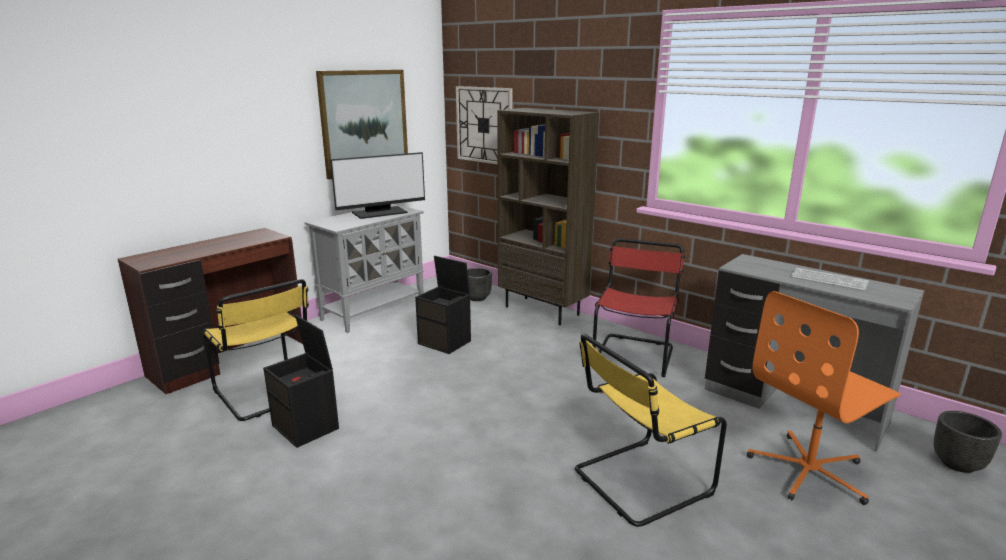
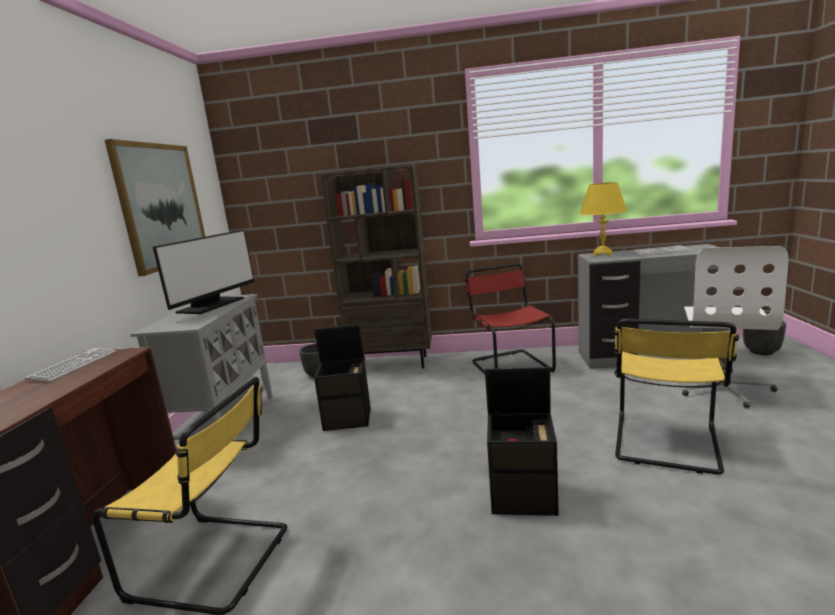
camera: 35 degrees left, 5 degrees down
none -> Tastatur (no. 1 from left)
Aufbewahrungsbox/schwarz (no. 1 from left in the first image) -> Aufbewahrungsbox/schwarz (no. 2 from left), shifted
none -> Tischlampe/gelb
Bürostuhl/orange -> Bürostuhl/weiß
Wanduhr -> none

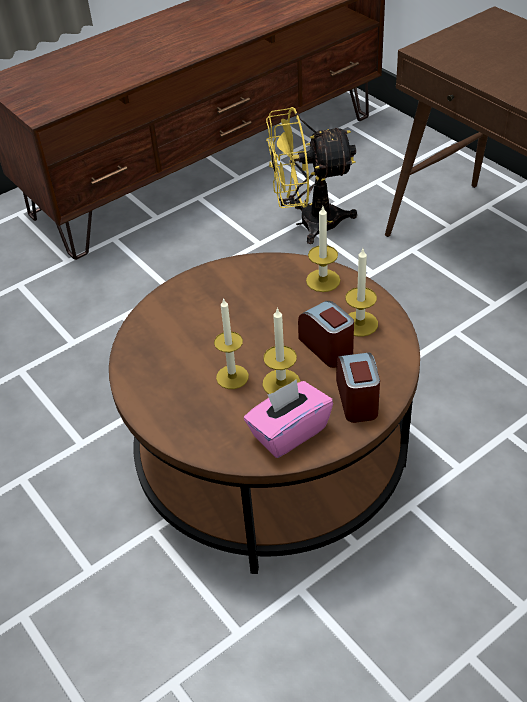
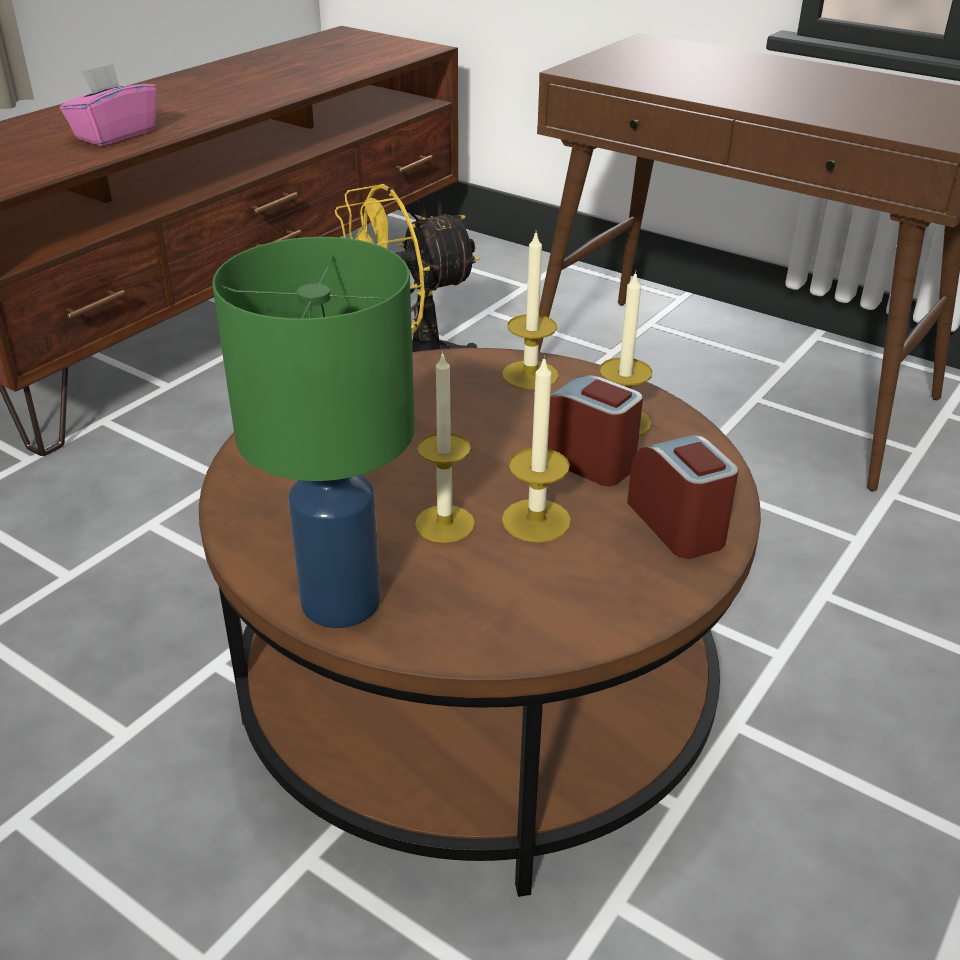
camera: 20 degrees left, 10 degrees down
Taschentuchbox/rosa, shifted
none -> Tischlampe/grün

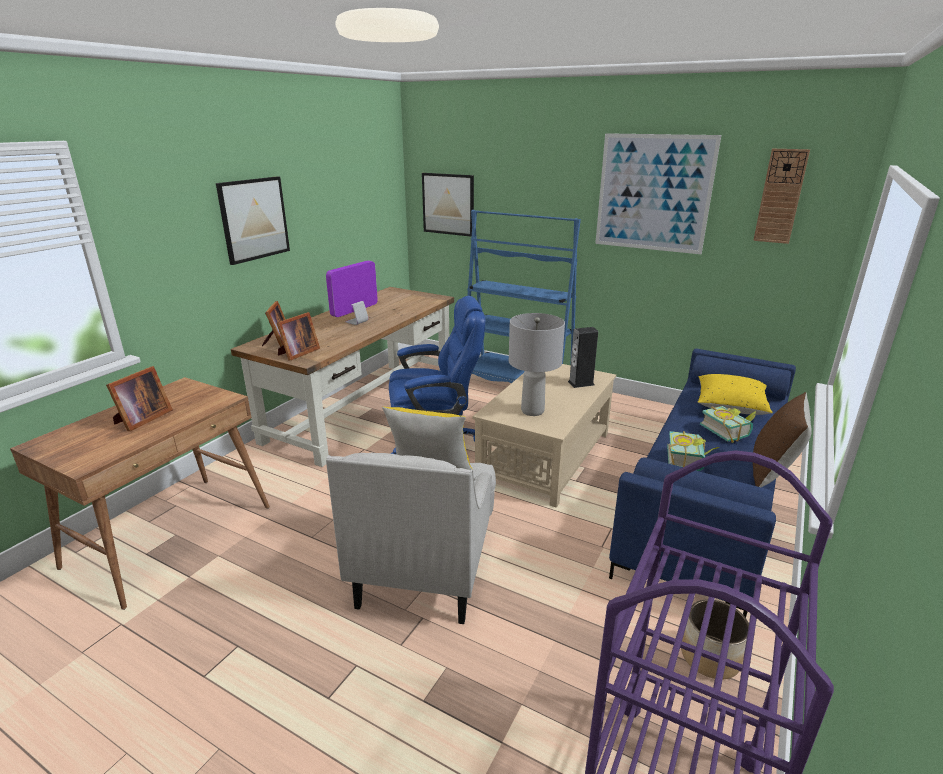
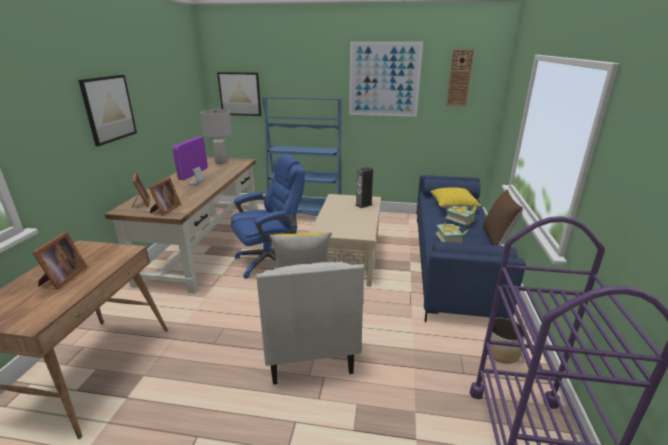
camera: 20 degrees left, 0 degrees up
Tischlampe/grau, shifted

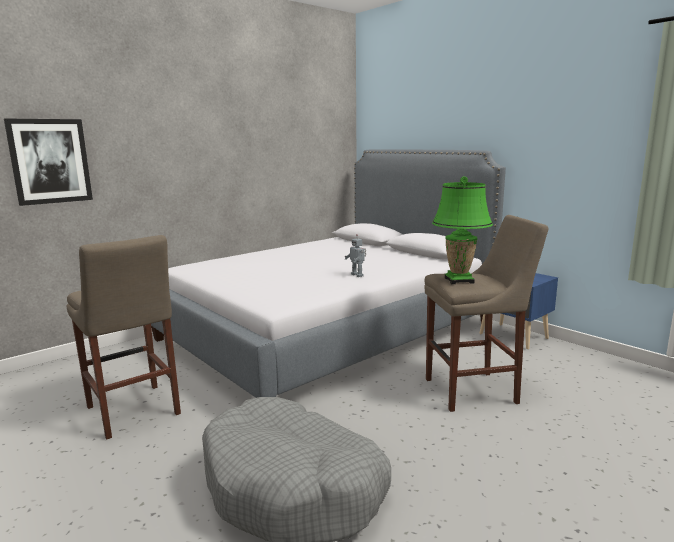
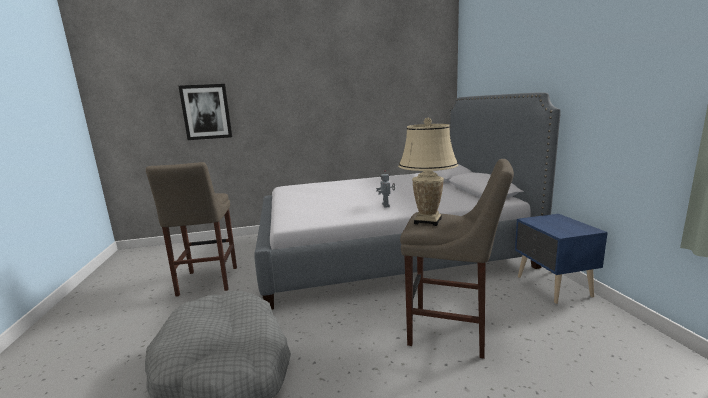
camera: 30 degrees right, 0 degrees up
Tischlampe/grün -> Tischlampe/beige

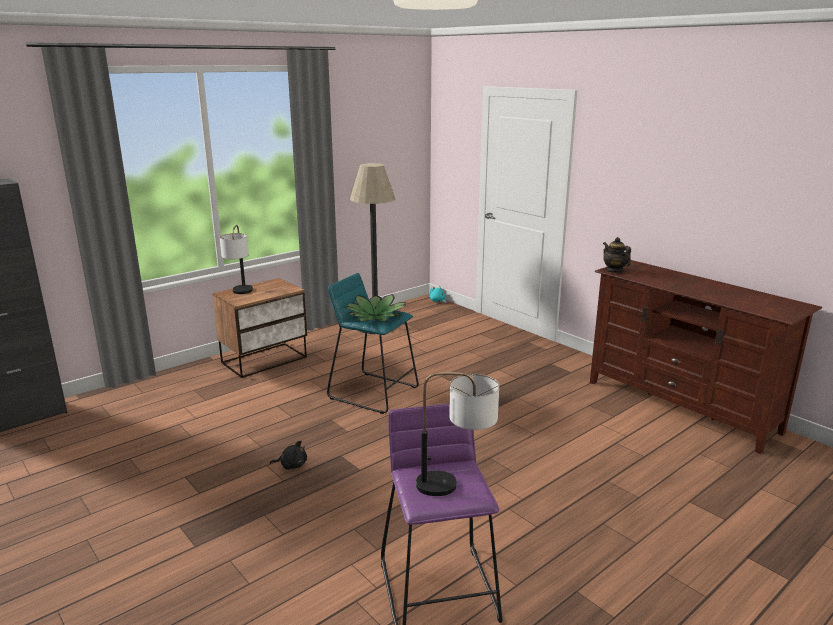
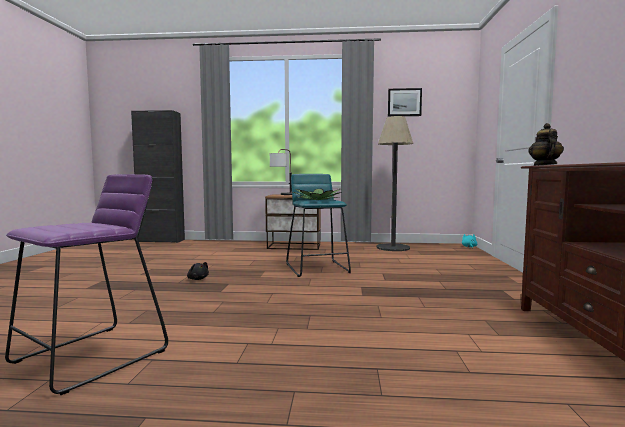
camera: 45 degrees right, 15 degrees down
none -> Bild
Tischlampe (no. 2 from left) -> none

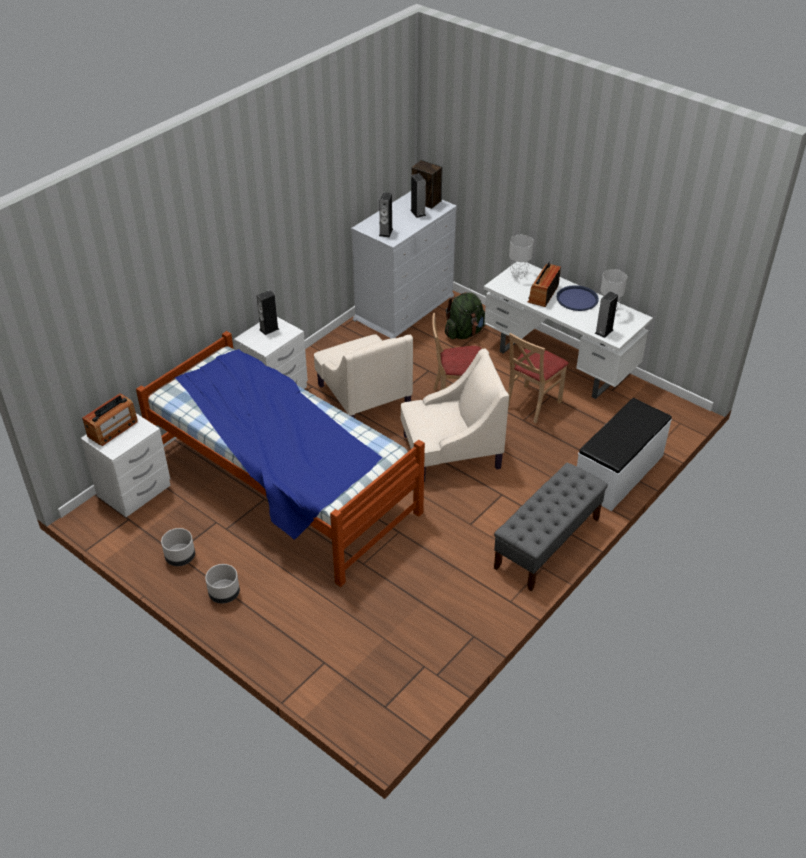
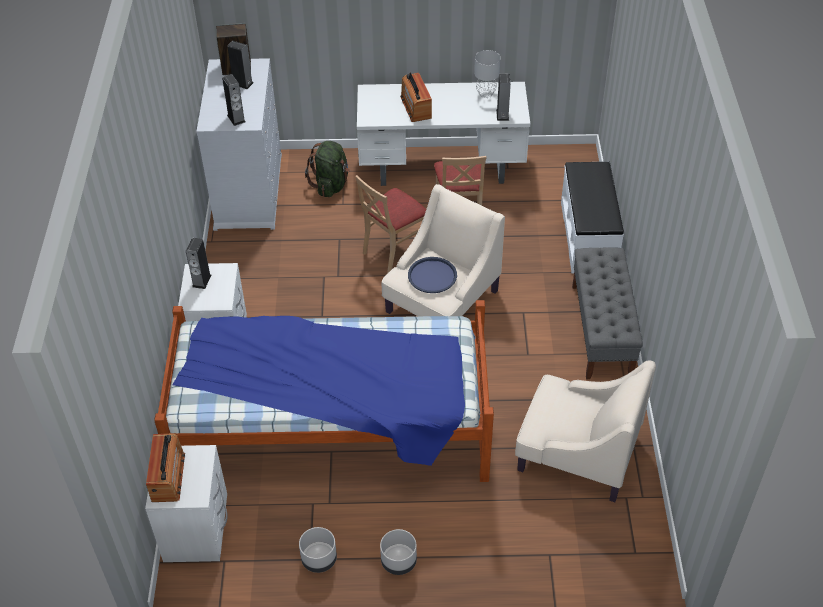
camera: 40 degrees left, 5 degrees up
Tablett/blau, shifted
Sessel/beige (no. 1 from left in the first image) -> Sessel/beige (no. 2 from left), shifted
Tischlampe/grau (no. 1 from left) -> none

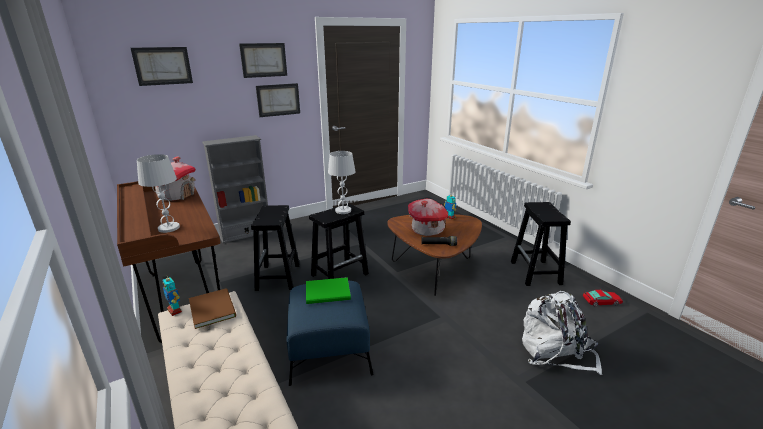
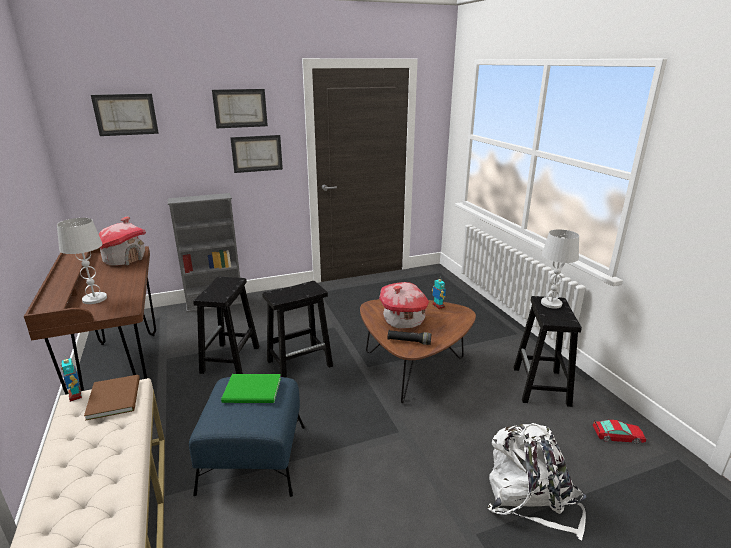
camera: 10 degrees right, 0 degrees up
Tischlampe/weiß (no. 2 from left), shifted

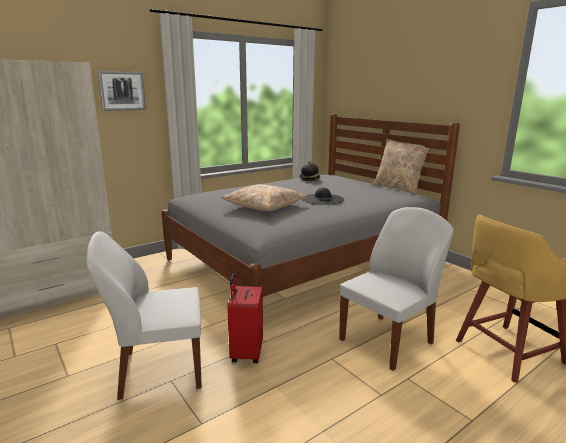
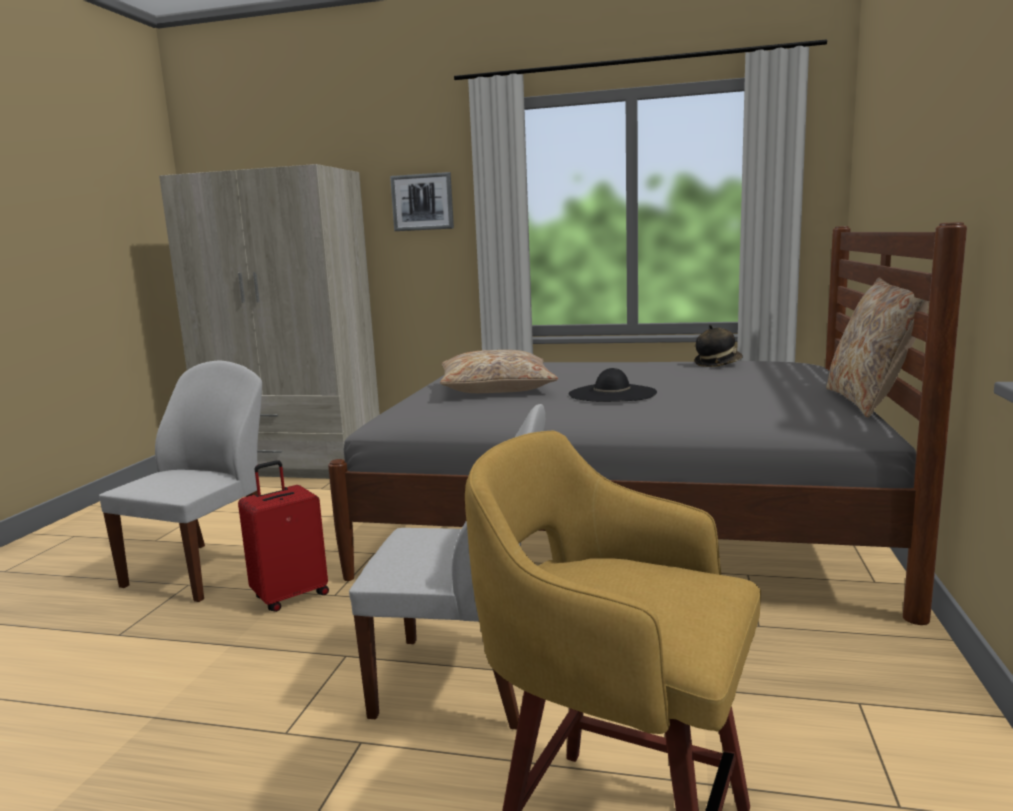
camera: 50 degrees right, 5 degrees down
Stuhl/weiß (no. 1 from left), 75 degrees clockwise

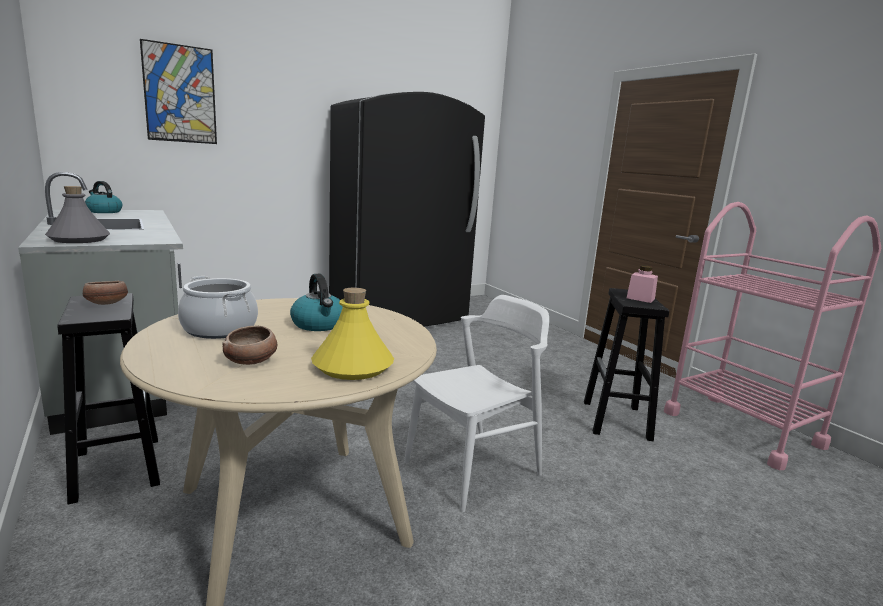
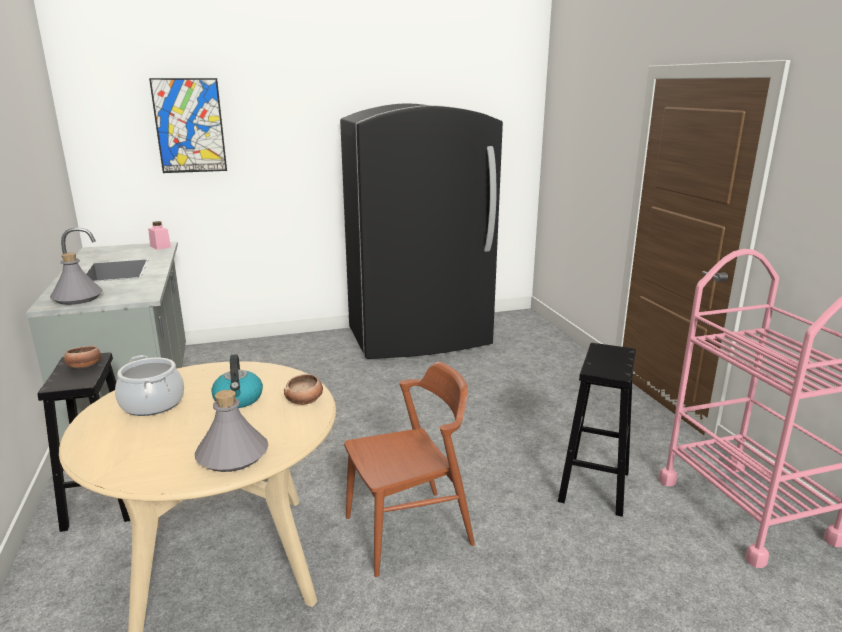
camera: 15 degrees right, 5 degrees up
Vorratsglas/rosa, shifted
Flasche/gelb -> Flasche/grau (no. 2 from left)
Schüssel (no. 2 from left), shifted
Stuhl/weiß -> Stuhl/braun
Wasserkessel (no. 1 from left) -> none

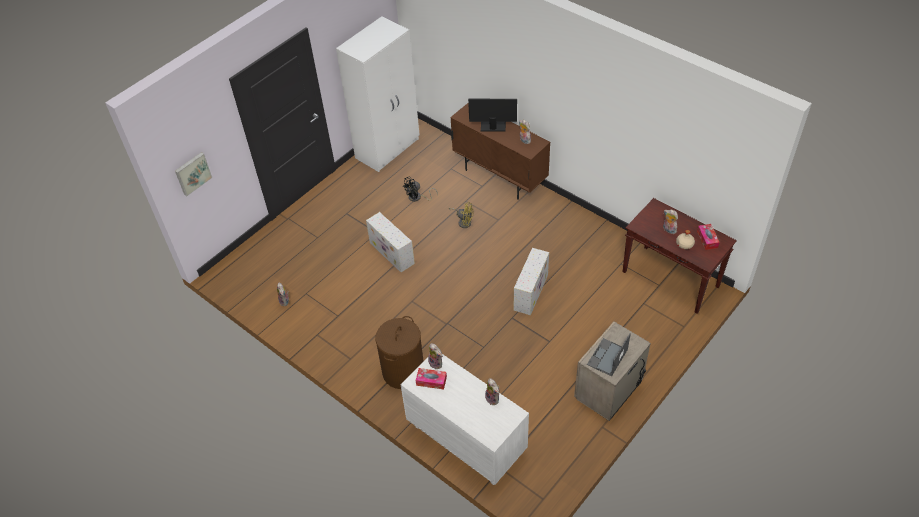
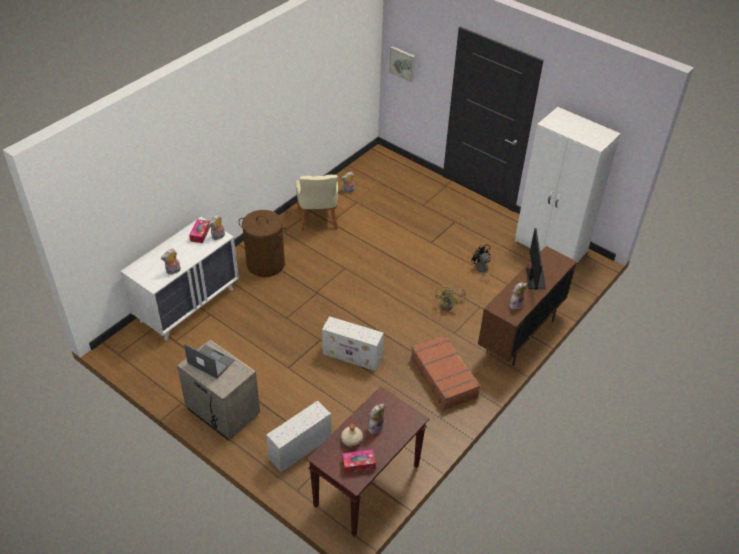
camera: 85 degrees right, 5 degrees down
Aufbewahrungsbox/weiß (no. 1 from left), shifted
none -> Stuhl/beige
none -> Koffer/braun

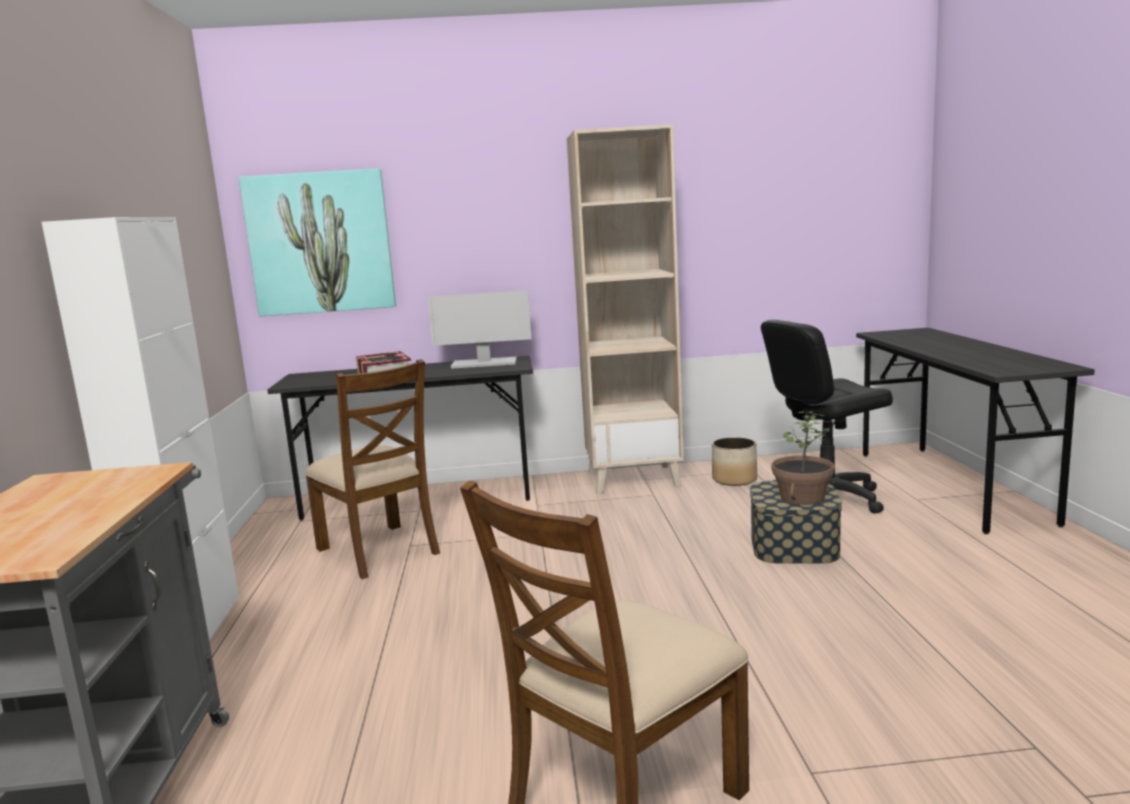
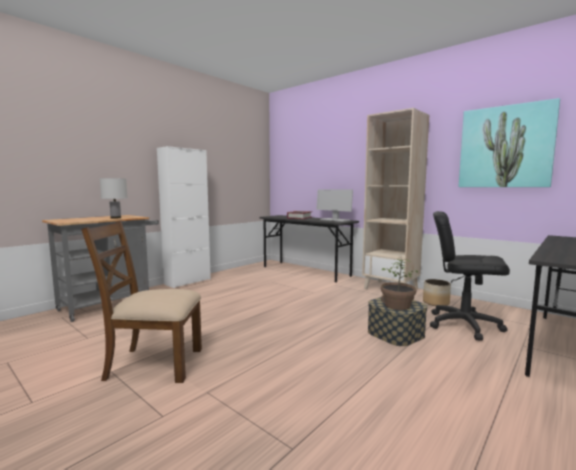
camera: 45 degrees right, 5 degrees down
none -> Tischlampe/weiß
Bild, shifted
Stuhl/braun (no. 1 from left) -> none

